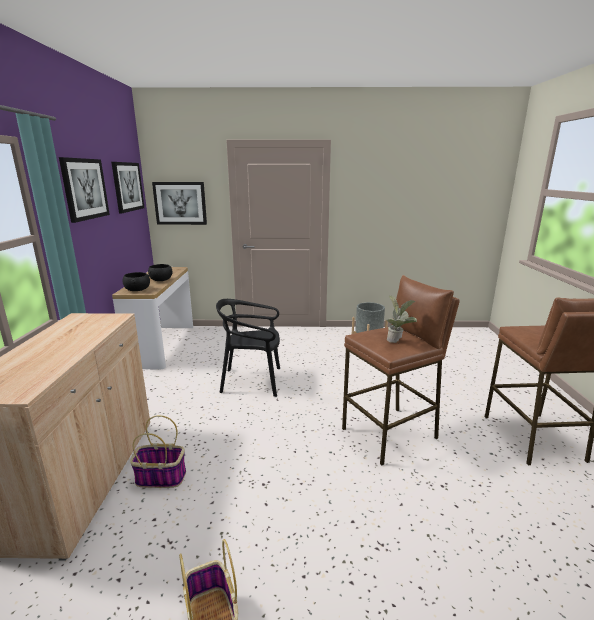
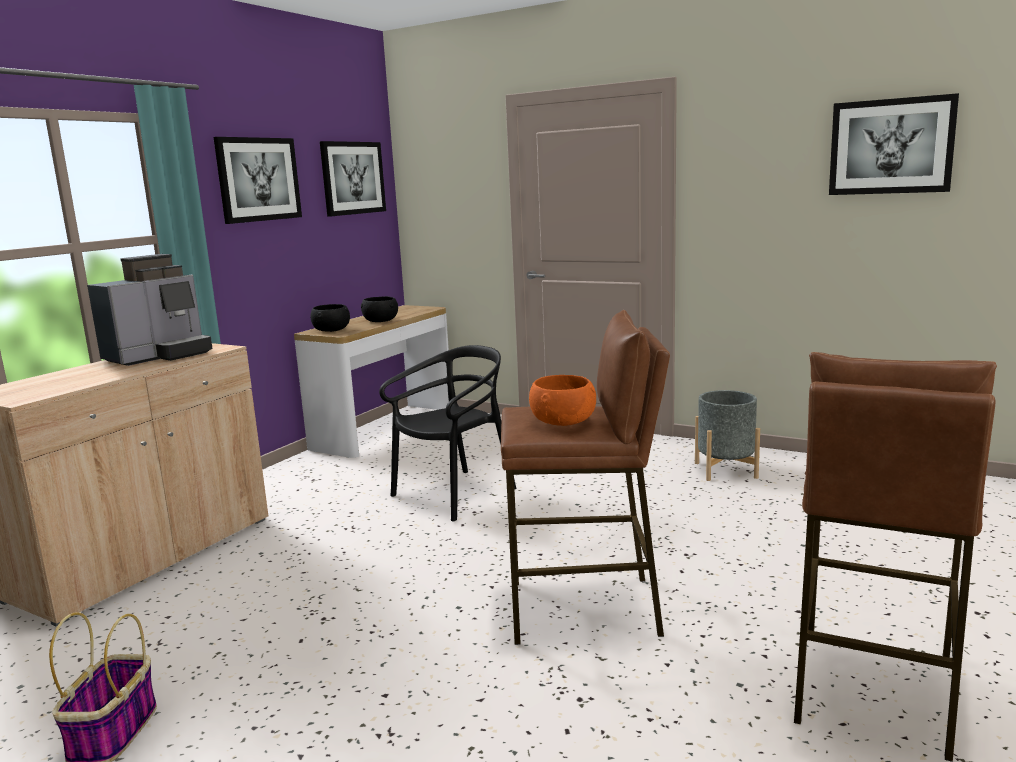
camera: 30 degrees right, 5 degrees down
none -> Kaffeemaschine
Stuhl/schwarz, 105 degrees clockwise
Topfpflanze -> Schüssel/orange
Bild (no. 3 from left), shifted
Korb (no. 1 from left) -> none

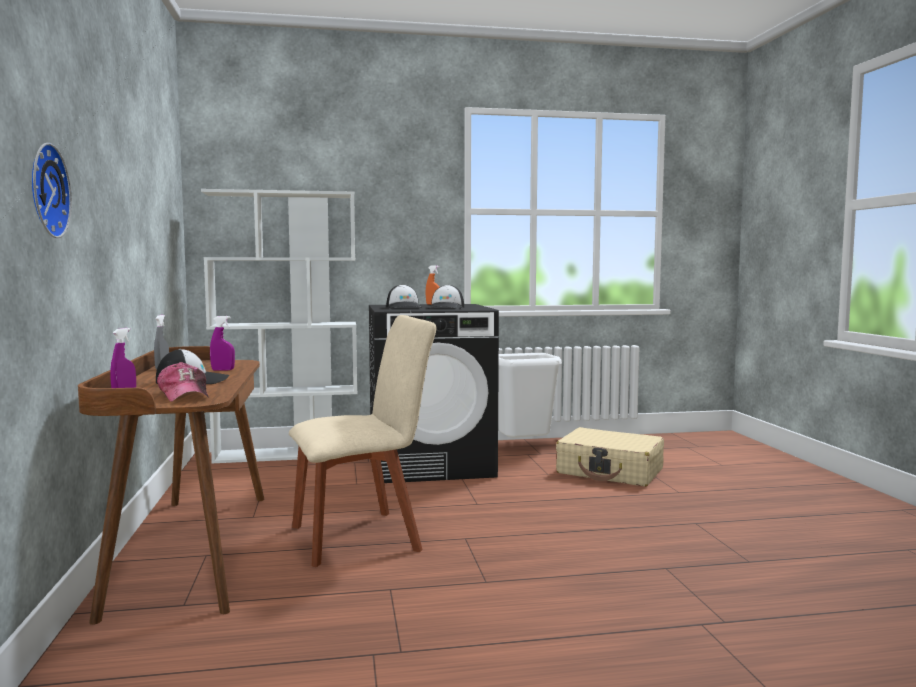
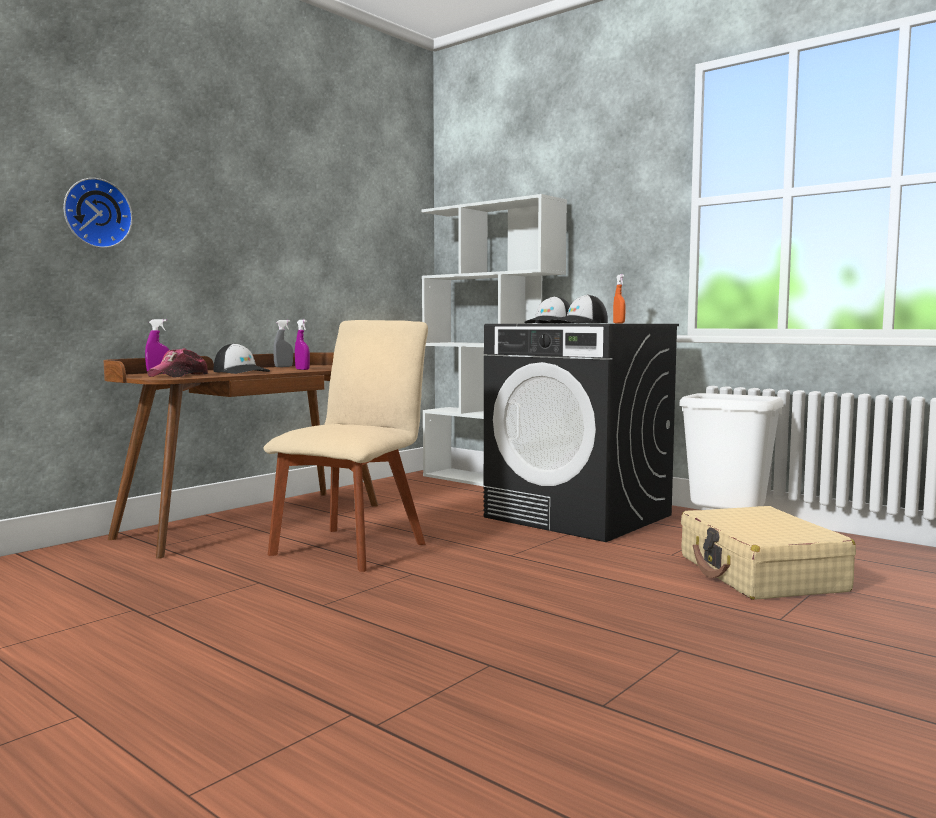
camera: 50 degrees right, 0 degrees up
Stuhl/beige, 90 degrees counterclockwise

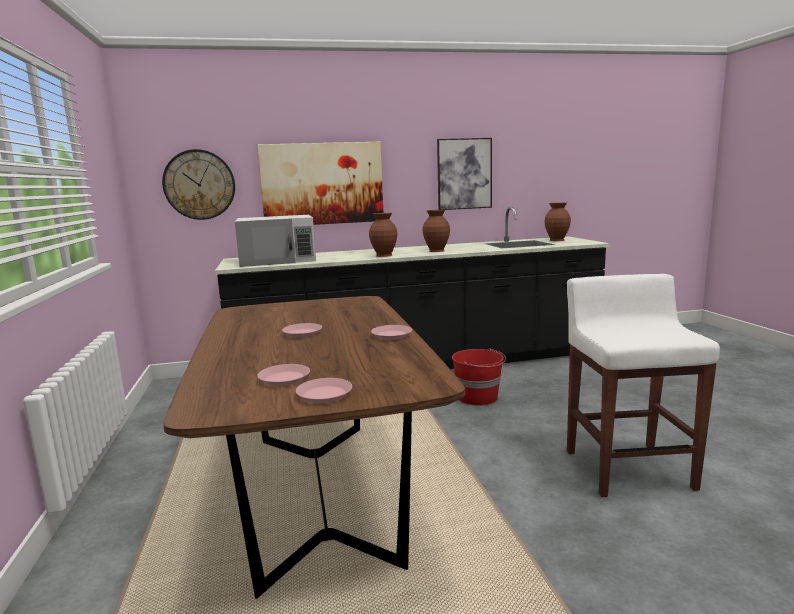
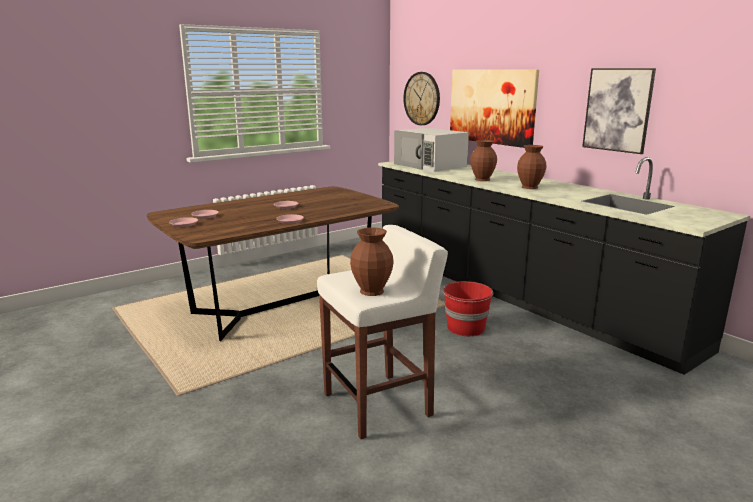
camera: 65 degrees right, 5 degrees up
Vase/braun (no. 3 from left in the first image) -> Vase/braun (no. 1 from left), shifted

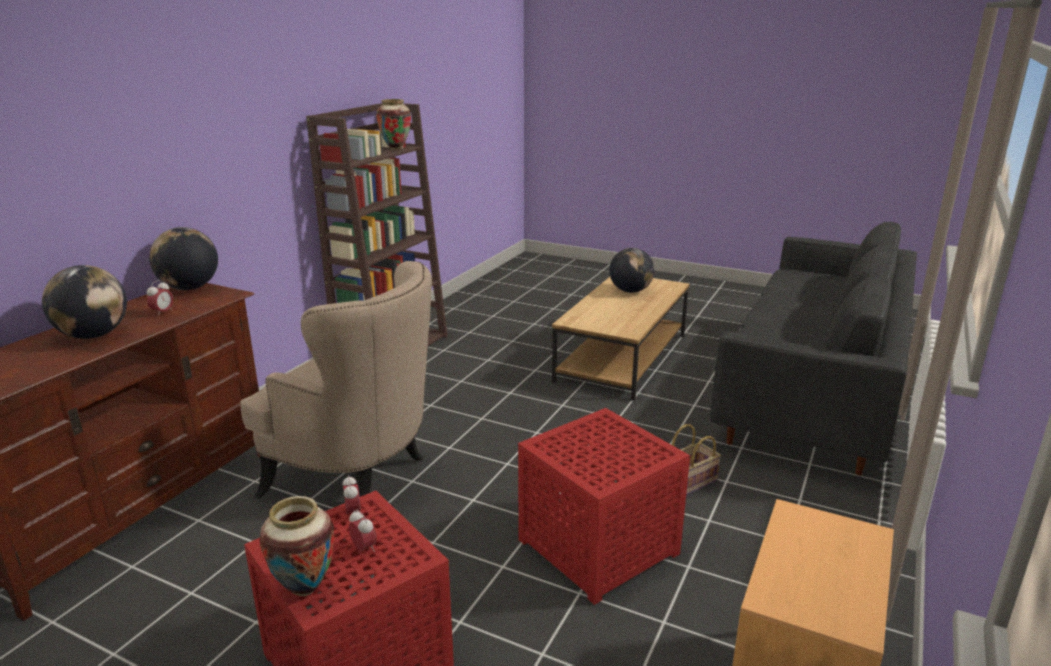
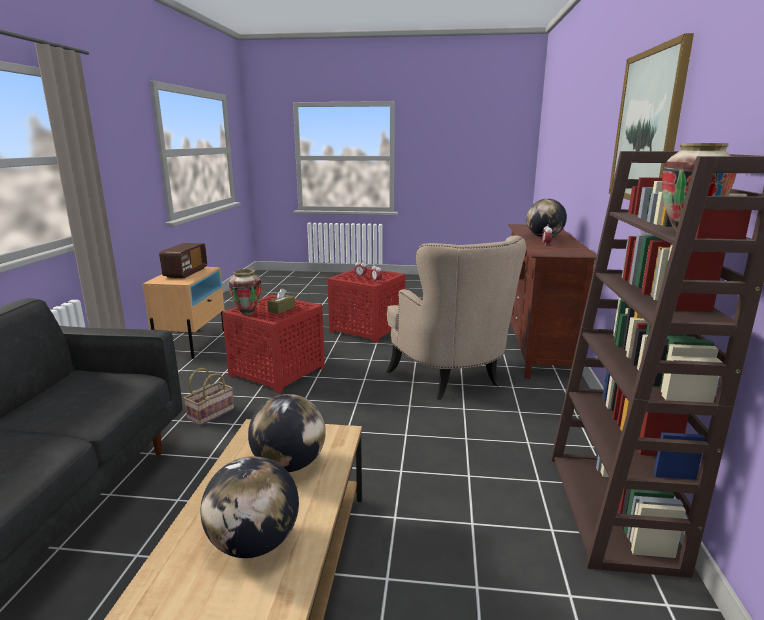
camera: 160 degrees right, 5 degrees down
none -> Radio
Vase (no. 1 from left), shifted
Globus (no. 2 from left), shifted
none -> Taschentuchbox/braun
Sessel/beige, 120 degrees counterclockwise
none -> Bild

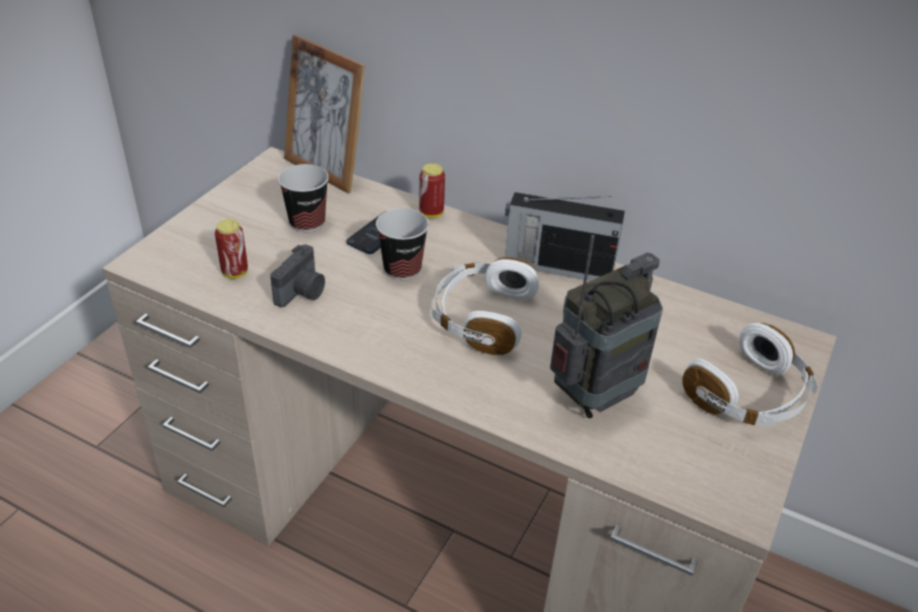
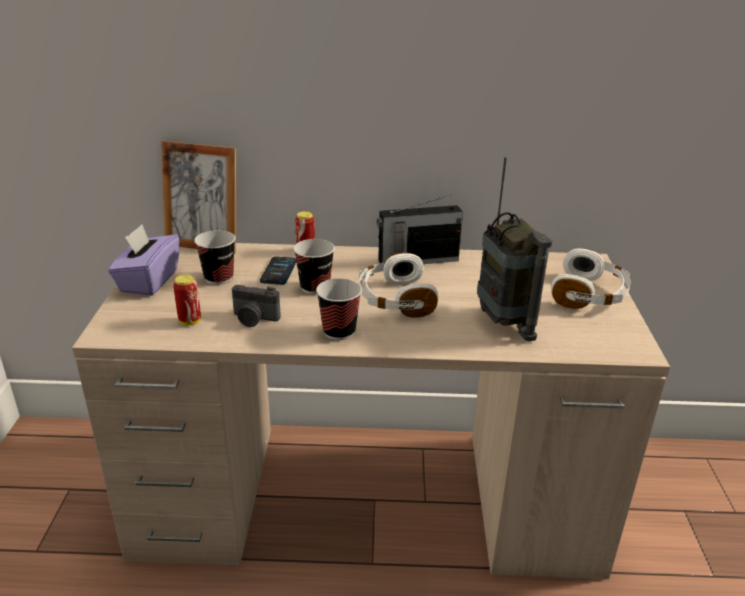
camera: 25 degrees left, 10 degrees down
none -> Taschentuchbox/lila
Kamera, 105 degrees clockwise
none -> Tasse (no. 3 from left)
Radio (no. 2 from left), 135 degrees clockwise

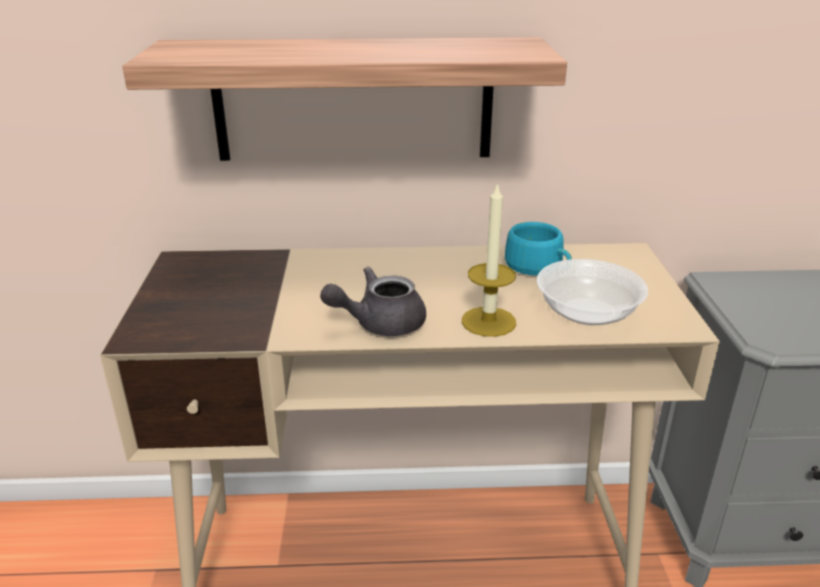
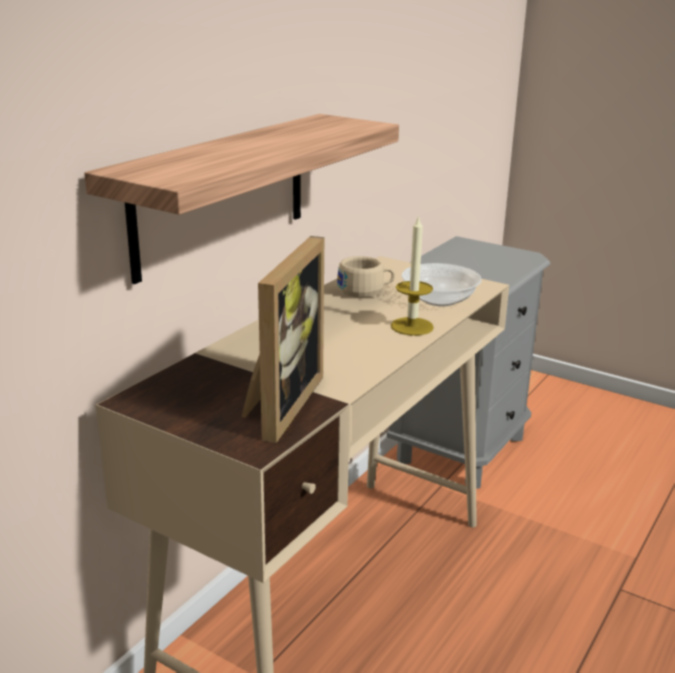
camera: 55 degrees left, 5 degrees down
none -> Bilderrahmen
Tasse/türkis -> Tasse/beige
Teekanne/grau -> none

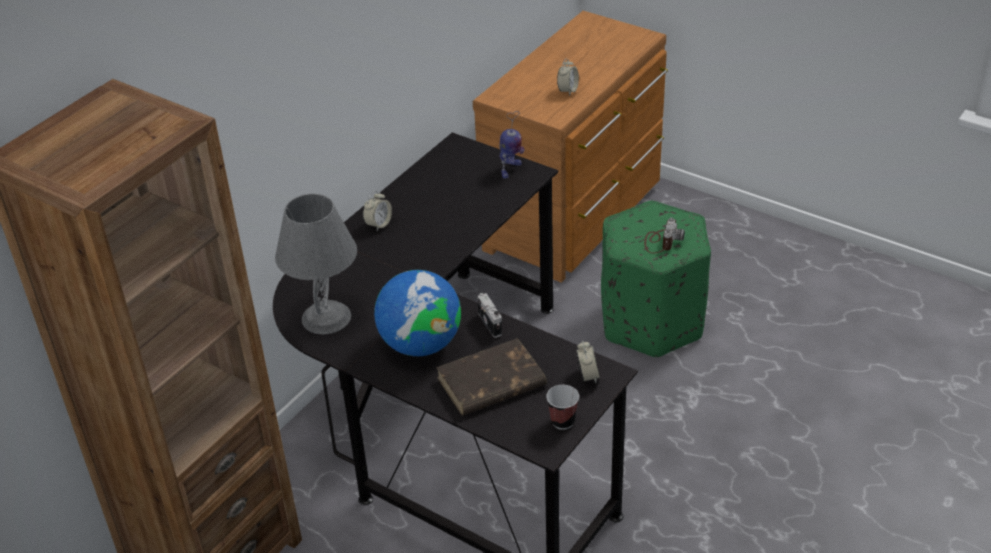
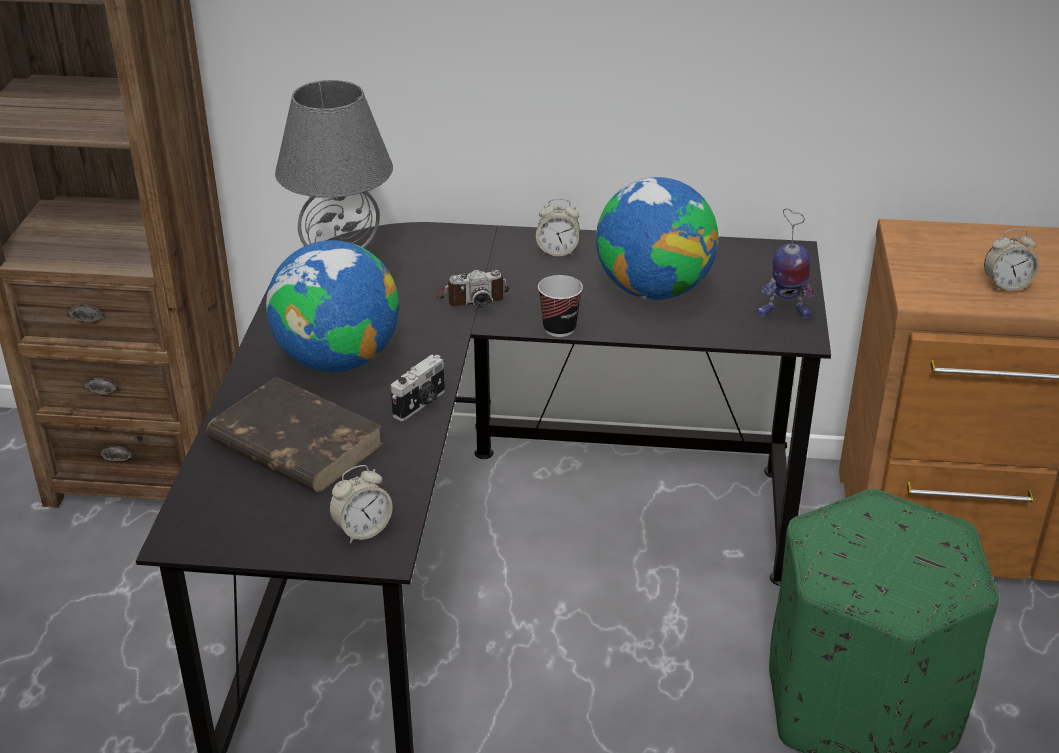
camera: 60 degrees right, 5 degrees down
Kamera (no. 2 from left), shifted
Tasse, shifted
none -> Globus (no. 2 from left)

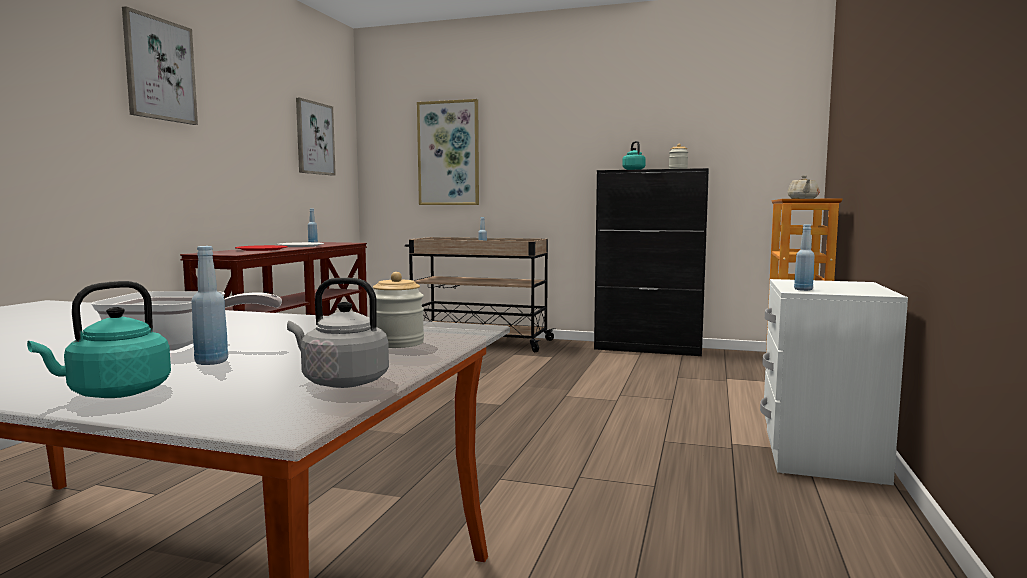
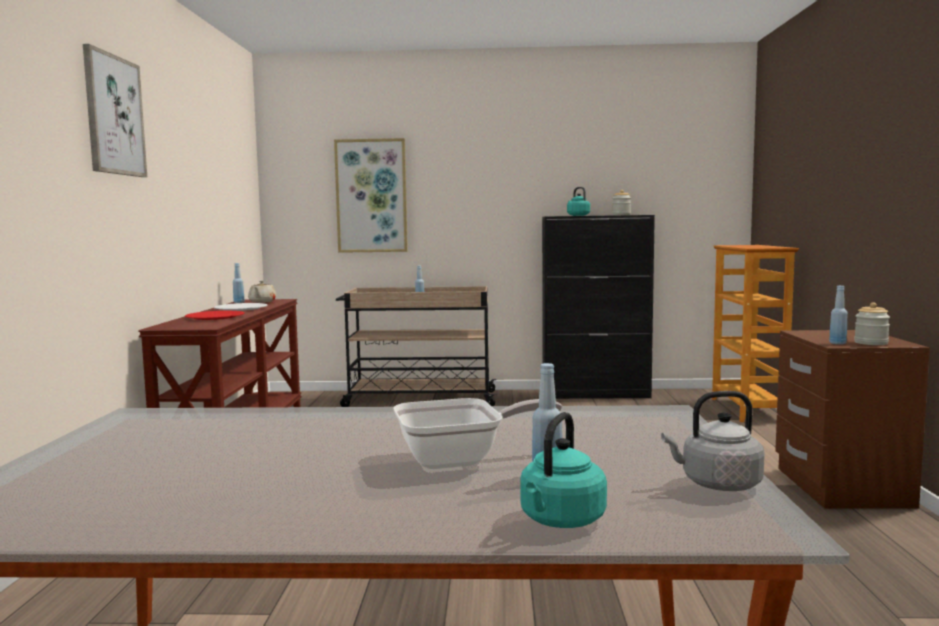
camera: 15 degrees left, 0 degrees up
Teekanne/beige, shifted
Nachttisch/weiß -> Nachttisch/braun
Vorratsglas (no. 1 from left in the first image) -> Vorratsglas (no. 2 from left), shifted
Bild (no. 2 from left) -> none

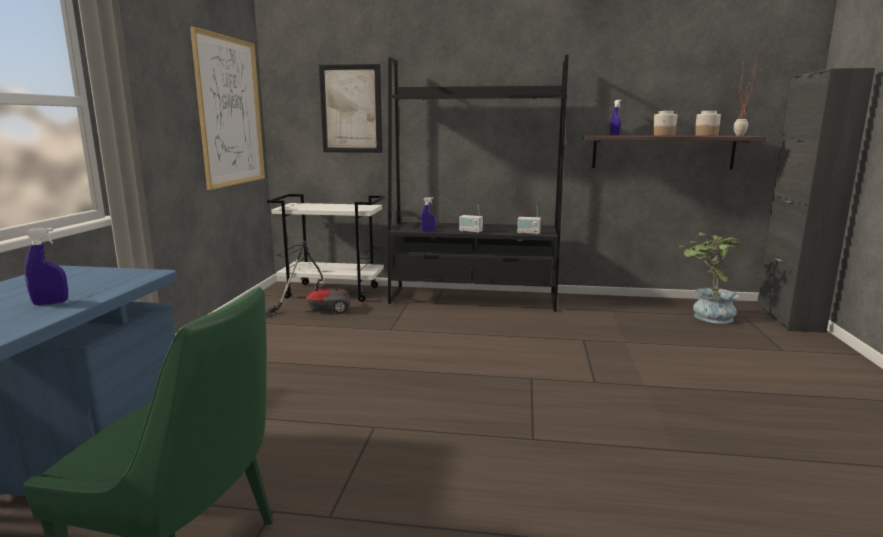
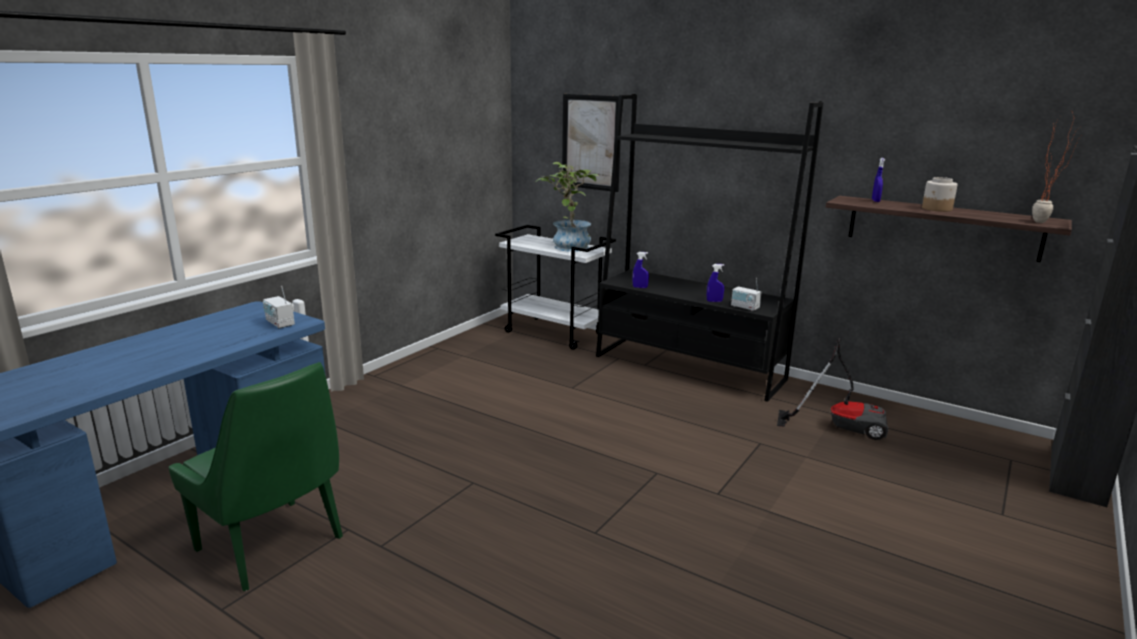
camera: 25 degrees right, 5 degrees up
Radio (no. 1 from left), shifted
Topfpflanze (no. 1 from left), shifted
Sprühflasche/blau (no. 1 from left in the first image) -> Sprühflasche/blau (no. 2 from left), shifted
Staubsauger, shifted
Bild (no. 1 from left) -> none
Vorratsglas (no. 2 from left) -> none

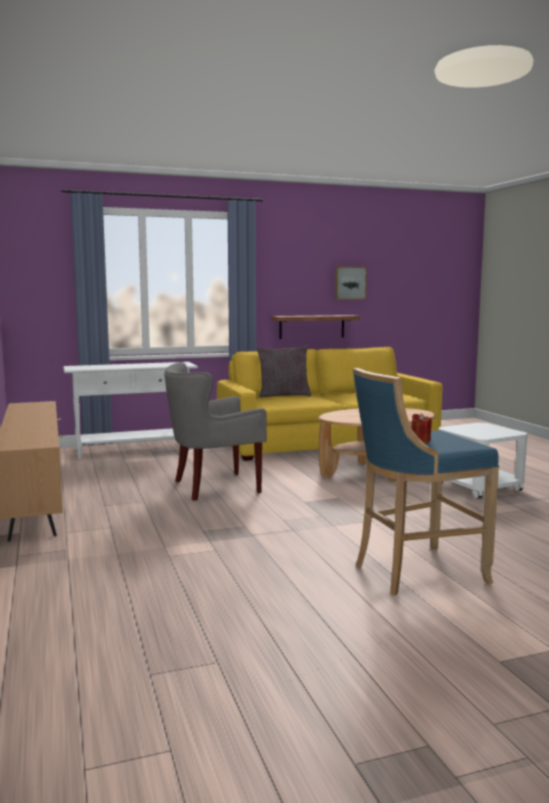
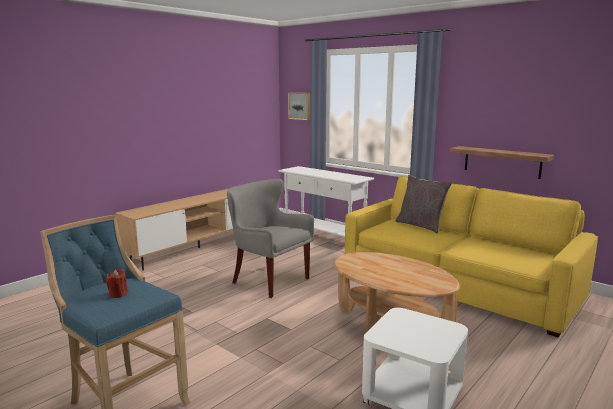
camera: 60 degrees right, 5 degrees up
Bild, shifted

